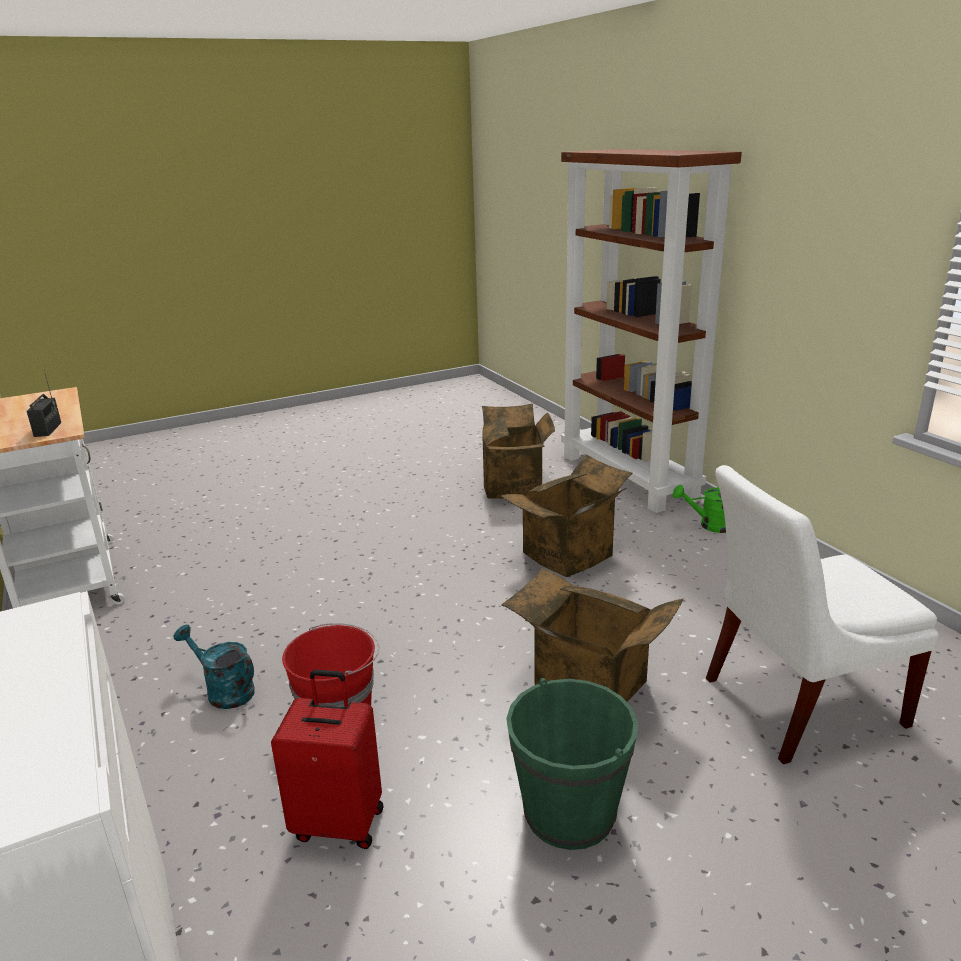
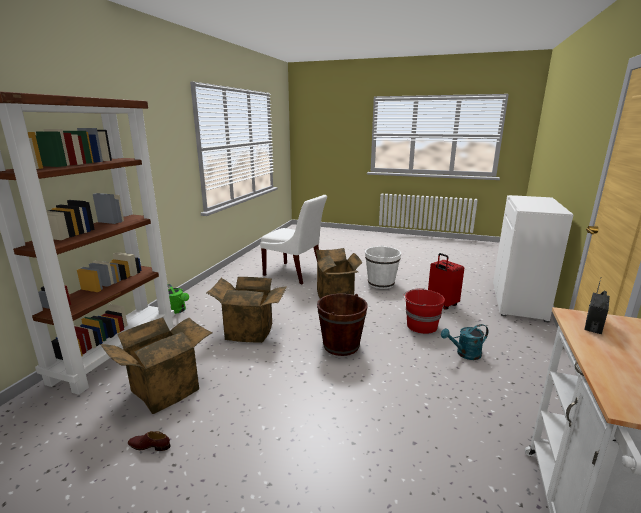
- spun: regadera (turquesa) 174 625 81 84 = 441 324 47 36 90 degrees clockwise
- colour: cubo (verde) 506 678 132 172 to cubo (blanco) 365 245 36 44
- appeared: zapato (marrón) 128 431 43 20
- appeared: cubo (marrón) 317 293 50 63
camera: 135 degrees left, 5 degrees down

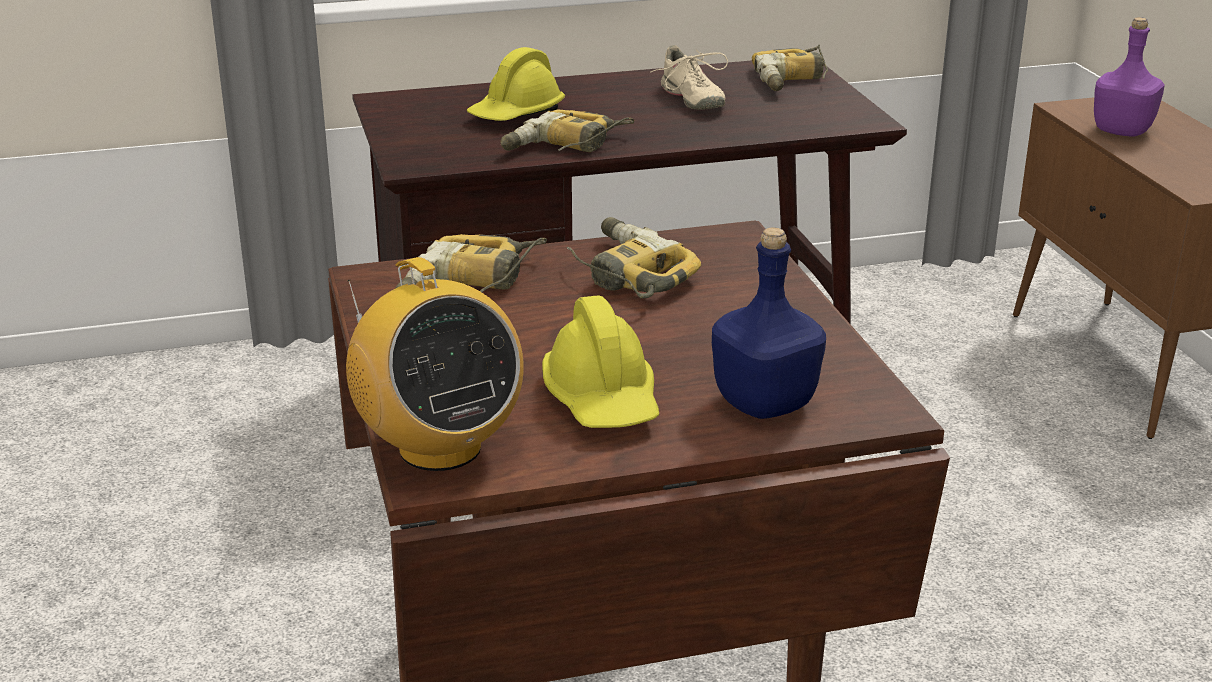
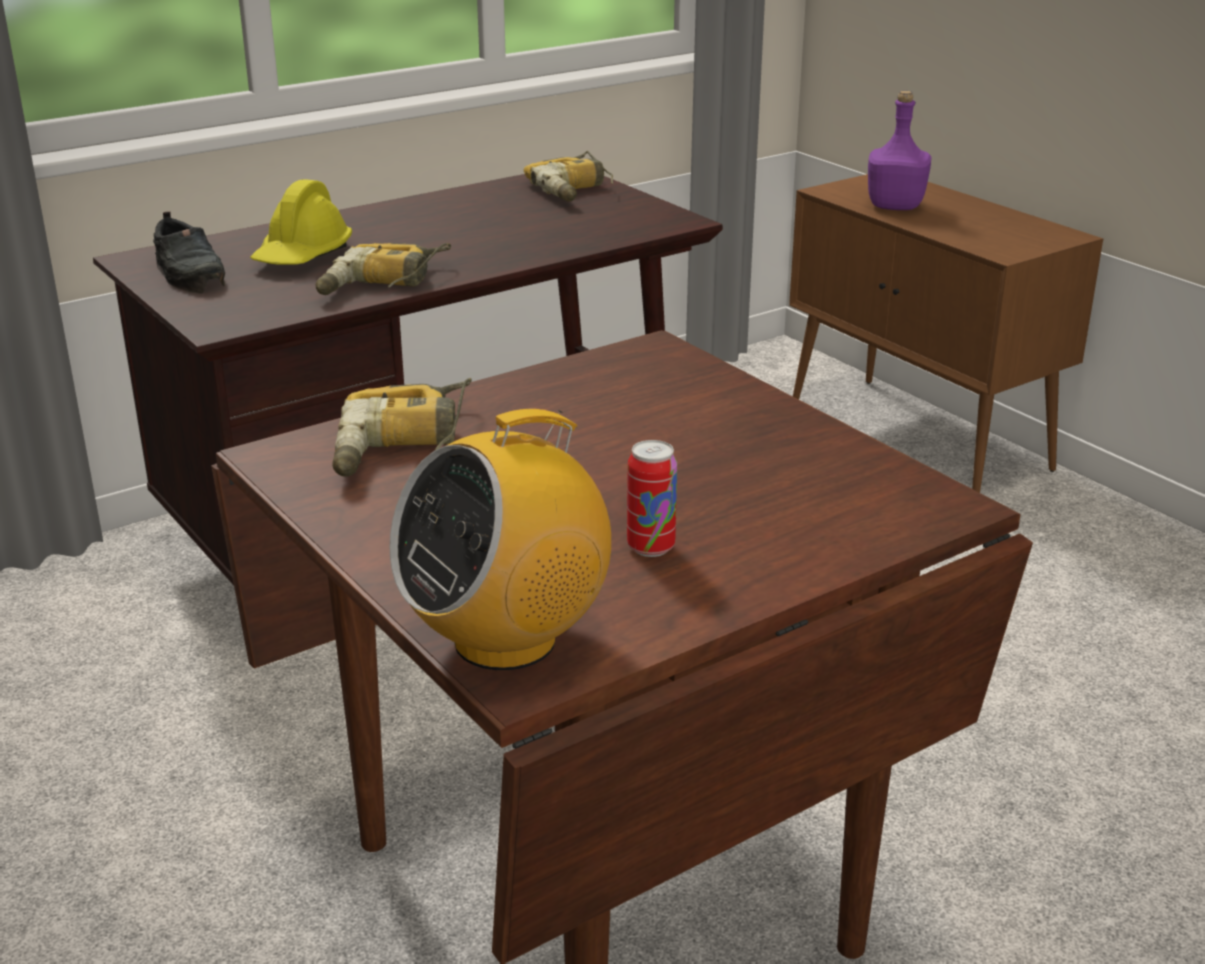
- spun: radio 346 257 178 214 = 390 409 221 261 105 degrees clockwise
- exchanged: casco (amarillo) 542 296 117 132 to lata 627 440 50 117
- missing: taladro 567 217 134 82
- missing: zapato (beis) 650 45 78 65
- missing: botella (azul) 712 227 114 192
- appeared: zapato (negro) 153 211 72 83
camera: 20 degrees left, 0 degrees up

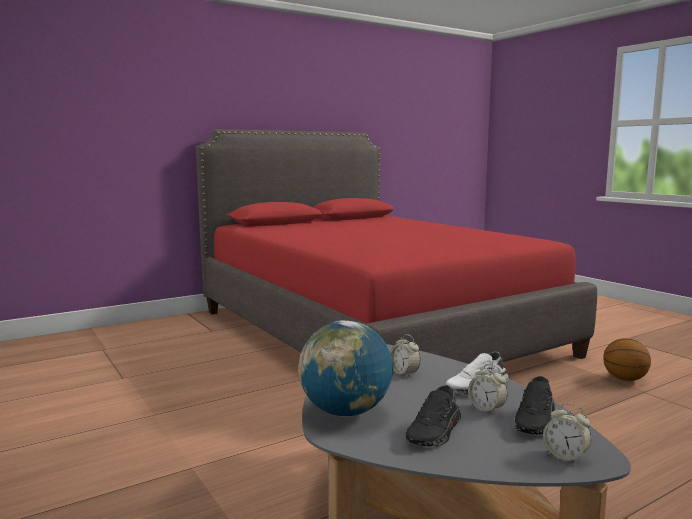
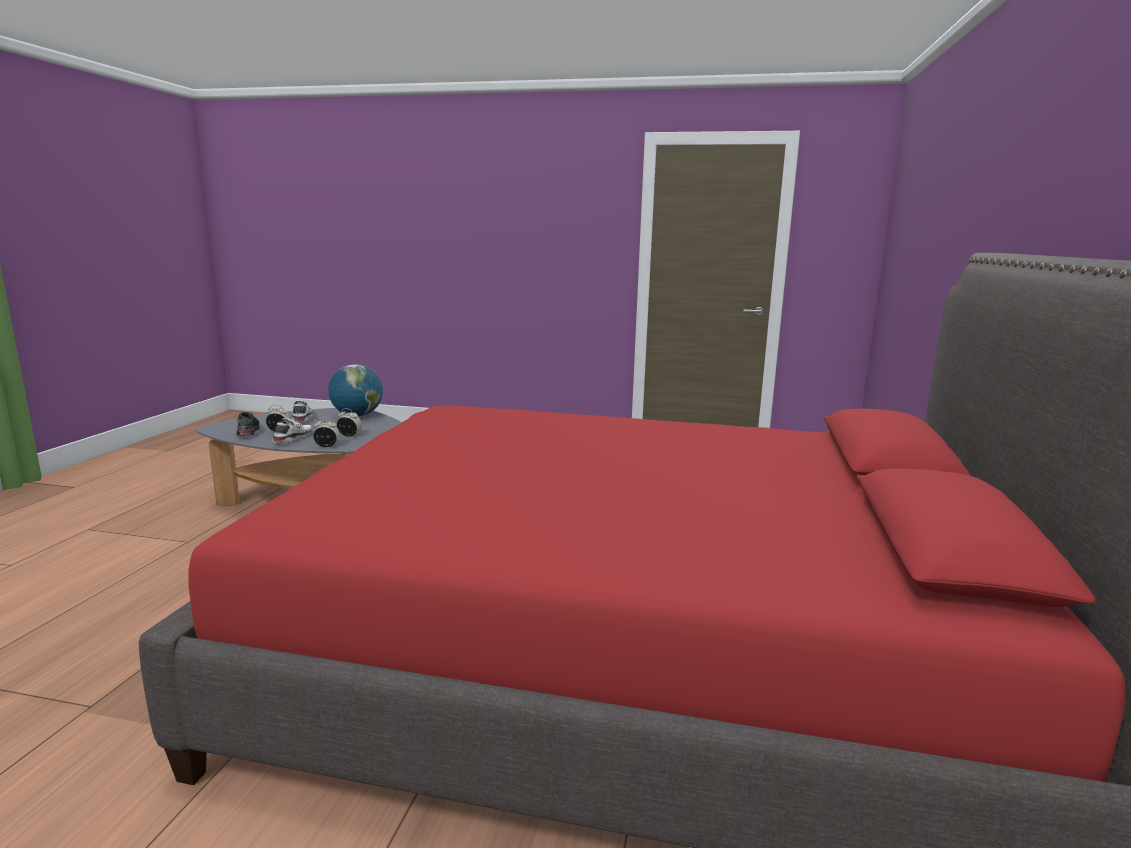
- colour: zapato (negro) 405 385 56 61 to zapato (blanco) 292 400 21 22
- relocated: despertador 543 403 48 61 to 313 418 26 29
- missing: balón de baloncesto 603 338 48 43
camera: 135 degrees right, 5 degrees up

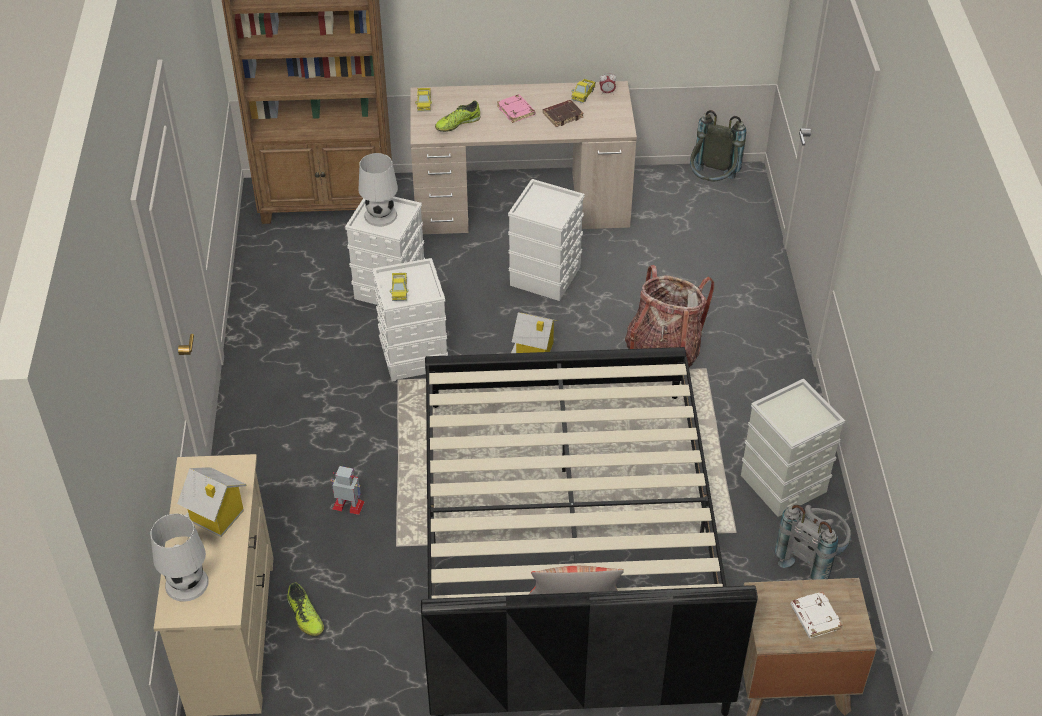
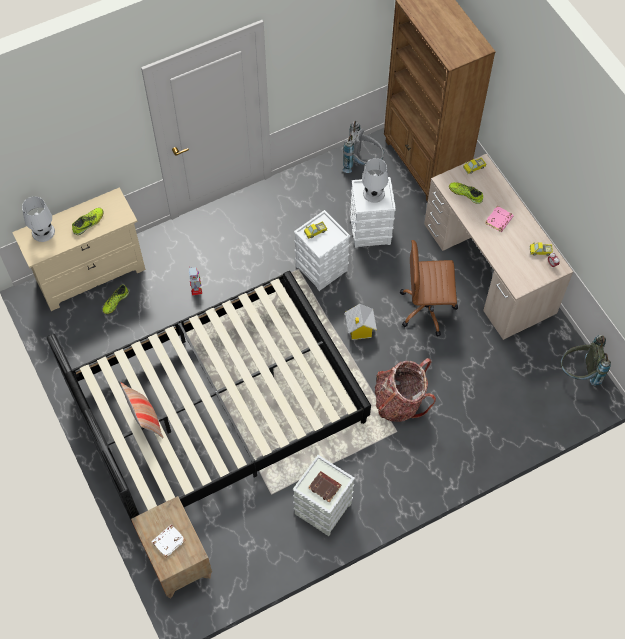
- exchanged: casita 177 467 70 70 to zapato 72 208 32 27
- exchanged: caja de almacenaje (blanco) 508 179 77 122 to silla de oficina (marrón) 400 240 58 97
- relocated: libro (marrón) 543 100 41 27 to 309 471 32 31
- relocated: mochila (gris) 775 505 76 75 to 343 121 41 52
camera: 65 degrees right, 15 degrees up

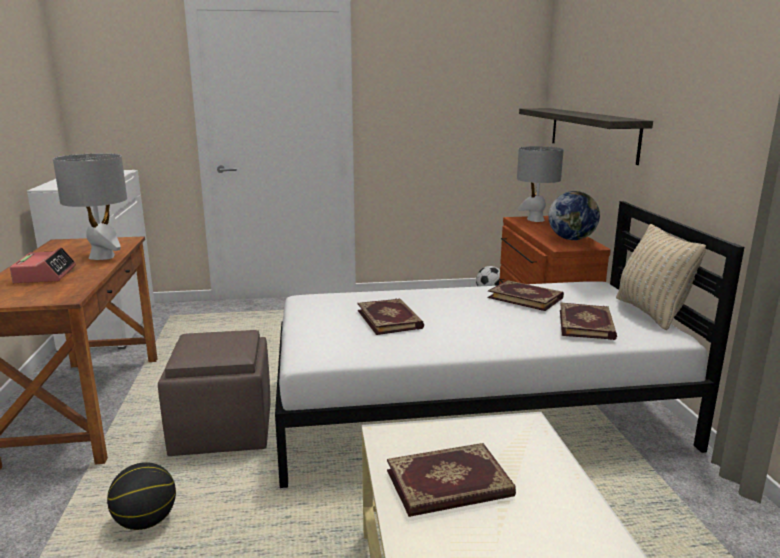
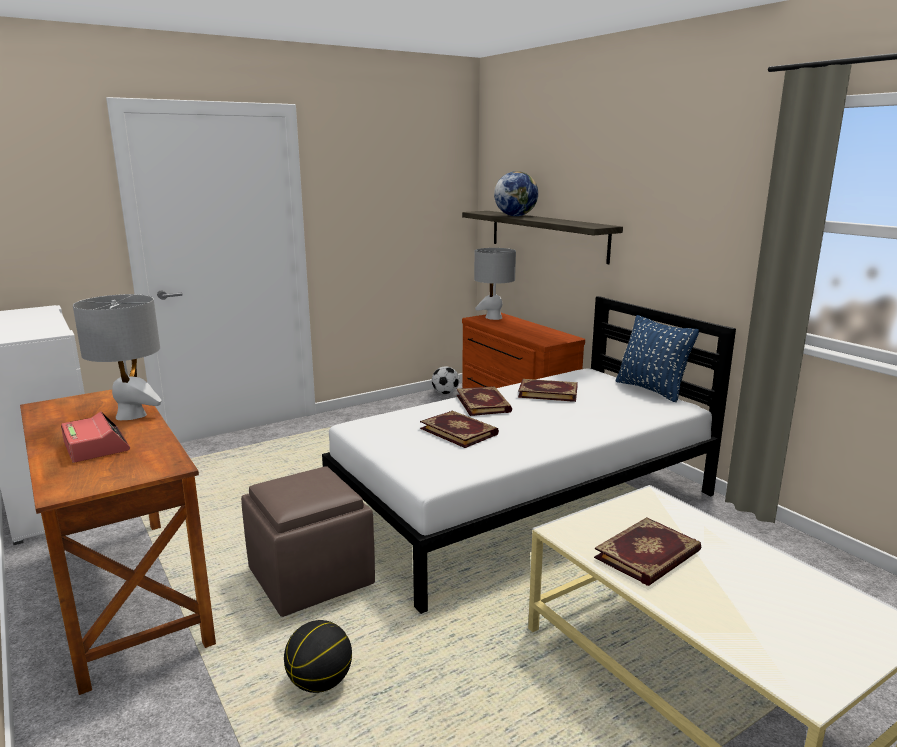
- relocated: globo terráqueo 549 191 51 49 to 494 171 44 45
- relocated: libro 560 303 57 37 to 457 386 55 30
- colour: cojín (beis) 616 224 90 106 to cojín (azul) 616 315 83 87
camera: 25 degrees left, 0 degrees up

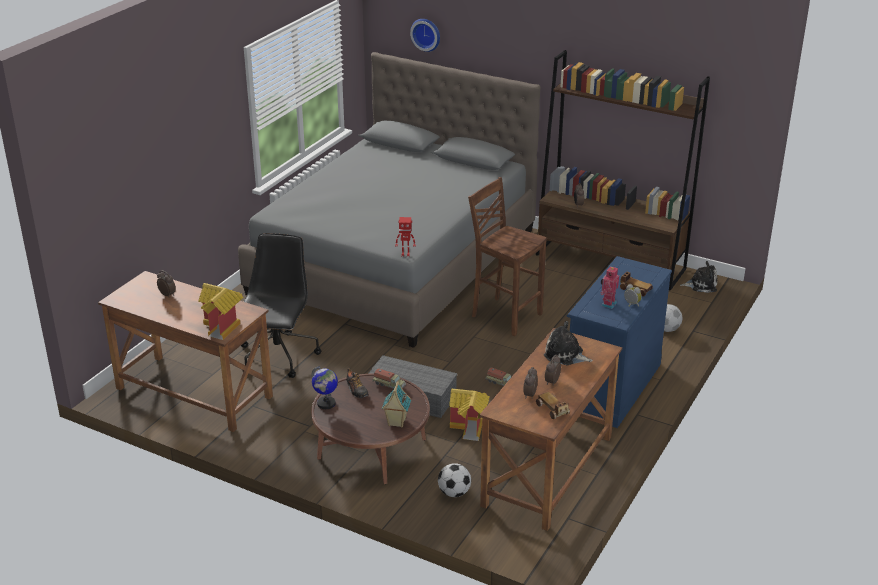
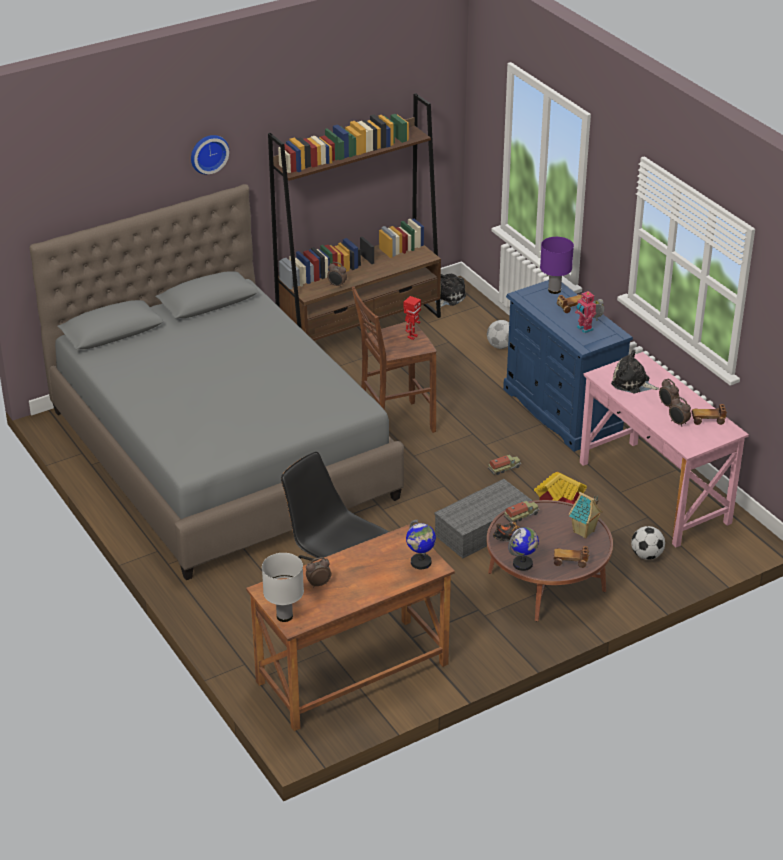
- exchanged: casita 198 283 45 57 to globo terráqueo 406 520 30 49
- relocated: robot de juguete 395 217 21 40 to 403 296 18 44
- relocated: reloj de pared 410 19 30 33 to 191 135 38 40
- colour: escritorio (marrón) 479 328 143 203 to escritorio (rosa) 580 352 169 195
- spun: peluche 544 321 49 44 = 611 350 48 43 60 degrees clockwise
- appeared: lámpara de mesa (blanco) 262 553 42 69
- appeared: lámpara de mesa (morado) 540 237 34 57
- appeared: coche de juguete 554 546 35 22
camera: 60 degrees left, 5 degrees up

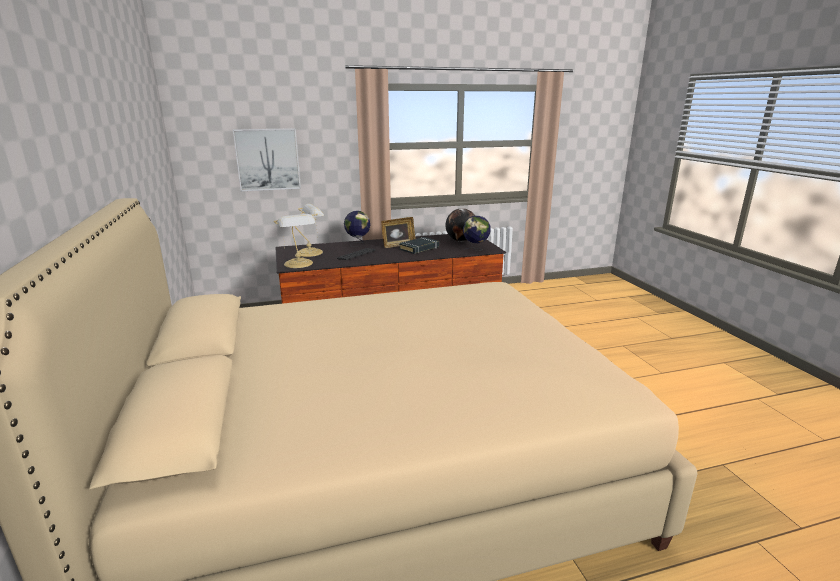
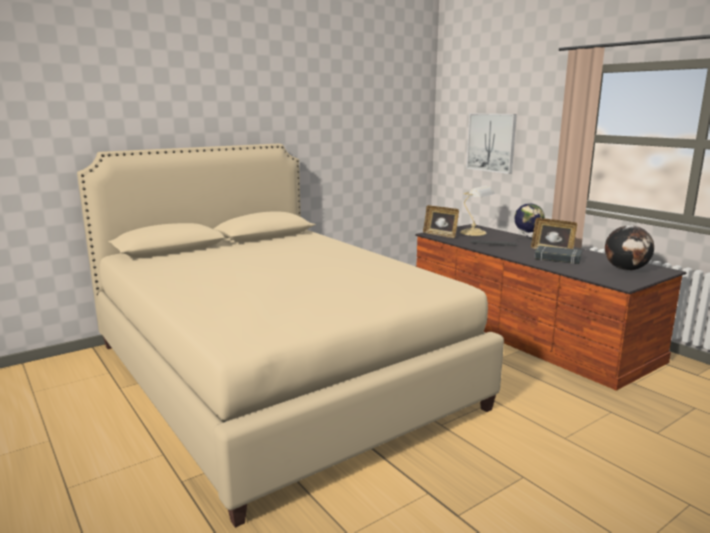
- exchanged: lámpara de mesa 274 214 42 54 to portarretratos 423 205 36 33
- missing: globo terráqueo 463 216 28 35
camera: 70 degrees right, 5 degrees down

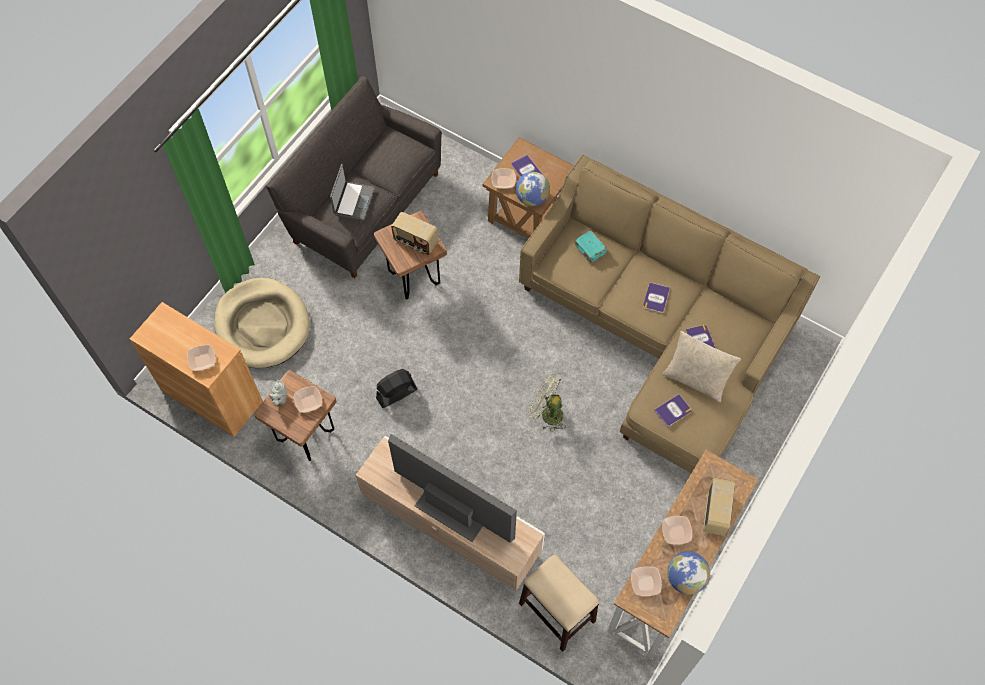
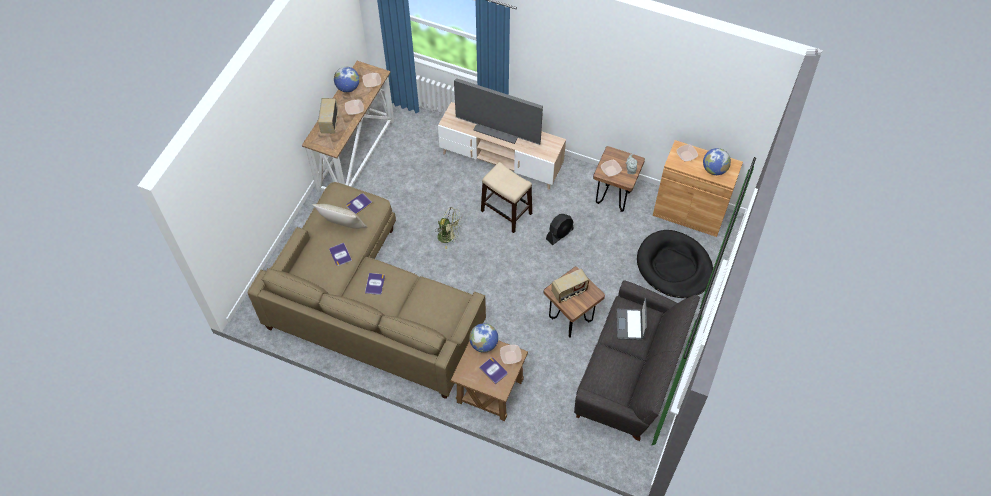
- colour: cama para perro (beis) 214 278 96 90 to cama para perro (negro) 637 230 76 68
- spun: radio 391 212 47 43 = 552 269 37 34 135 degrees clockwise
- relocated: taburete 519 555 80 97 to 481 162 51 71
- missing: libro (turquesa) 574 231 33 32
- appeared: globo terráqueo 703 148 28 27
camera: 170 degrees right, 5 degrees down

